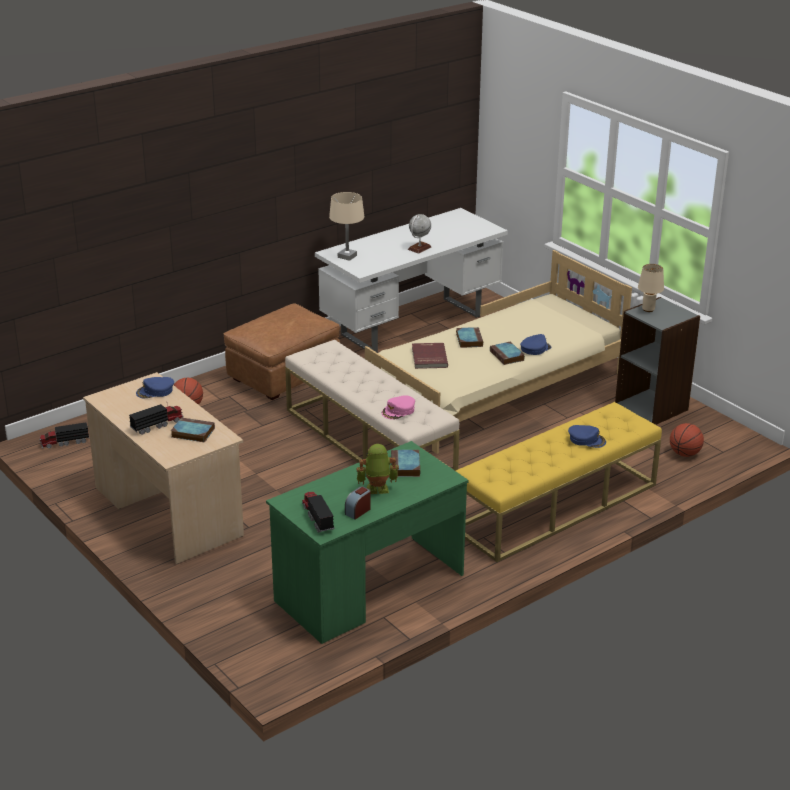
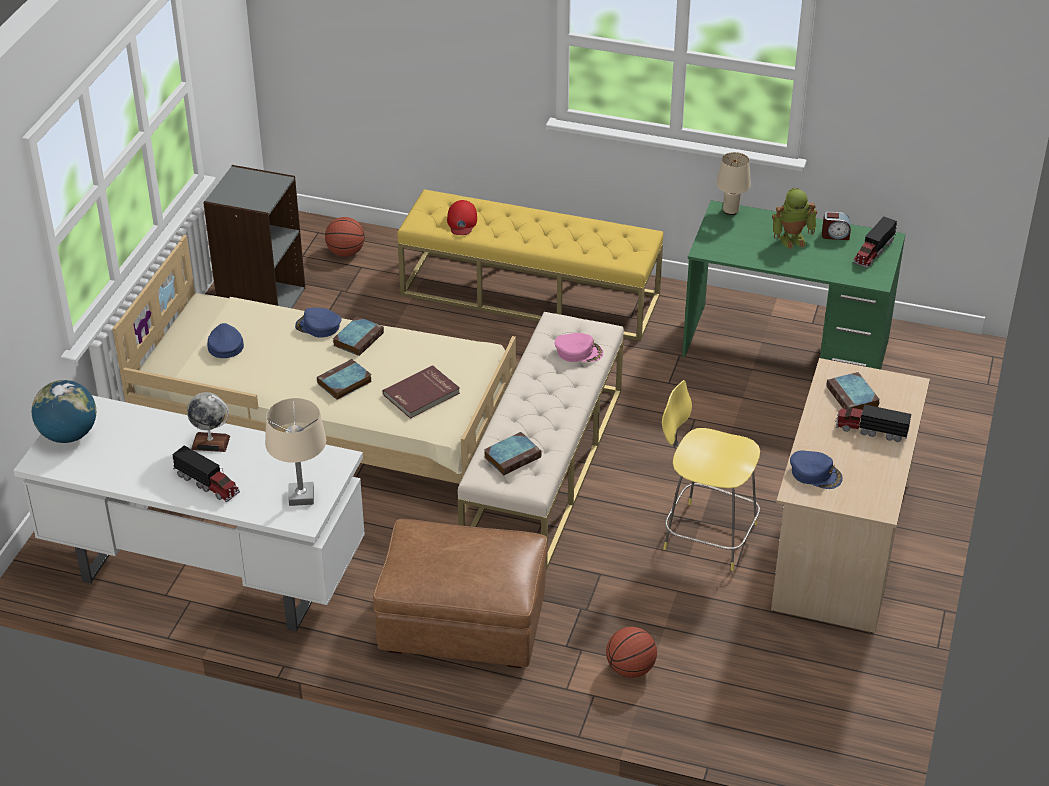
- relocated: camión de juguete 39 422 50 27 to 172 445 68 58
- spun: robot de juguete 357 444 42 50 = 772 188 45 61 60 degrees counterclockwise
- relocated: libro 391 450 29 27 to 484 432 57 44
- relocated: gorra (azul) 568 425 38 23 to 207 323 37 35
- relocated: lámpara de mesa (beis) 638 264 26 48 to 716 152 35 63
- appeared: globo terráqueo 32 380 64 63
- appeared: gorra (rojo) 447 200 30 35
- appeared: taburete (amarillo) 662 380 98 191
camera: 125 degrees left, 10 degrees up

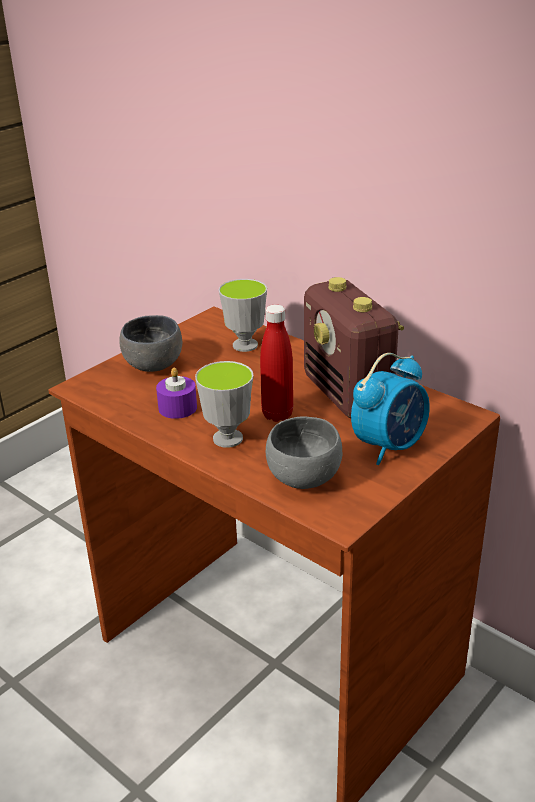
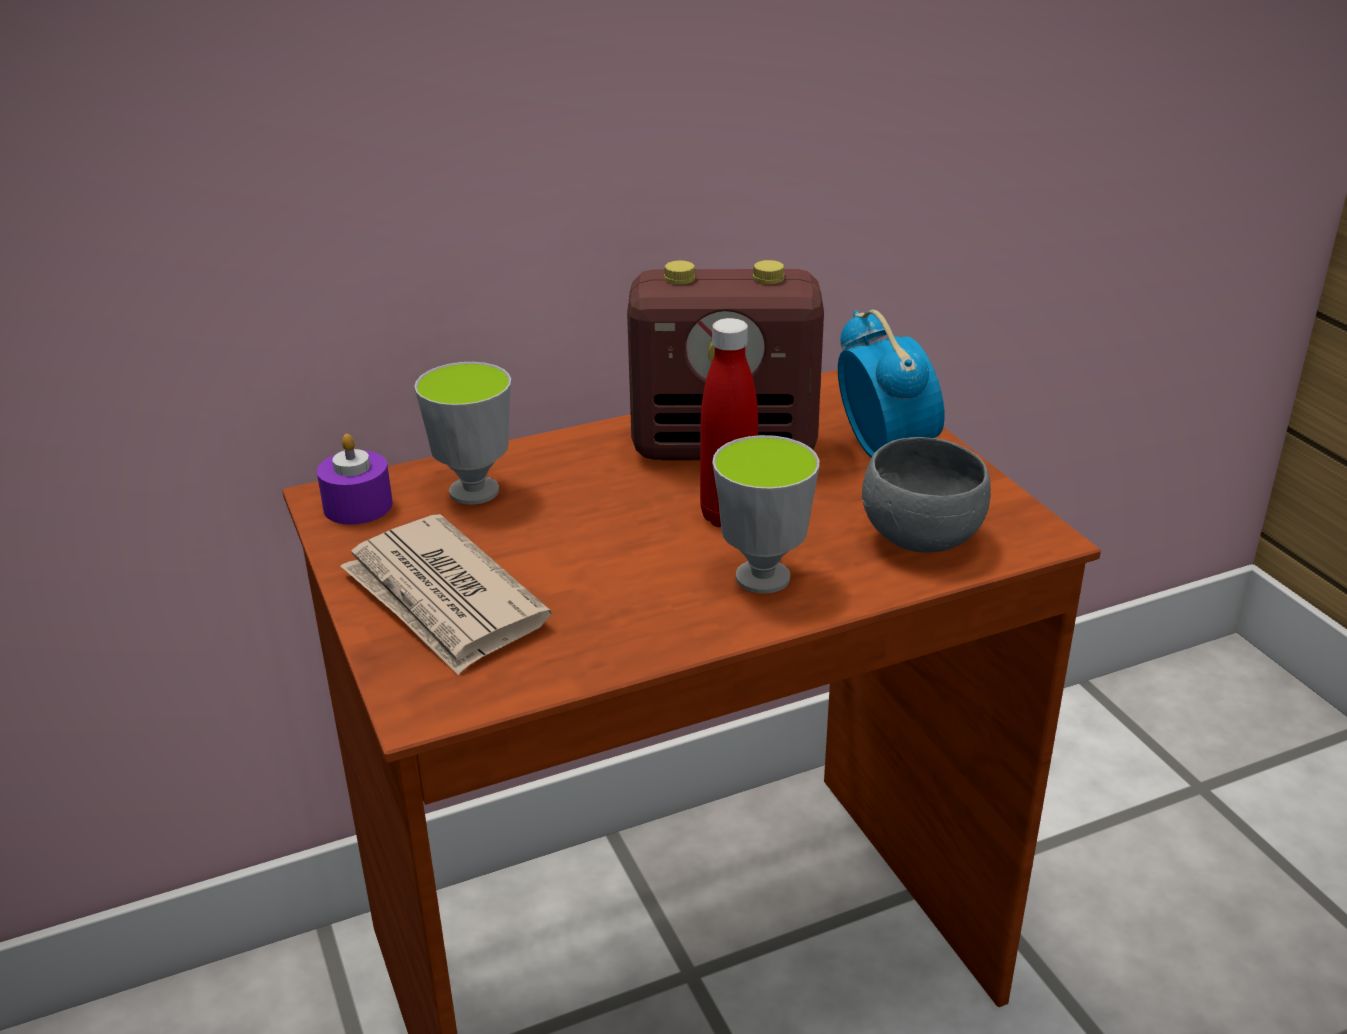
- exchanged: cuenco (gris) 119 315 63 57 to periódico 341 514 211 161
- relocated: vela (morado) 156 367 41 52 to 317 434 76 91
camera: 65 degrees left, 0 degrees up

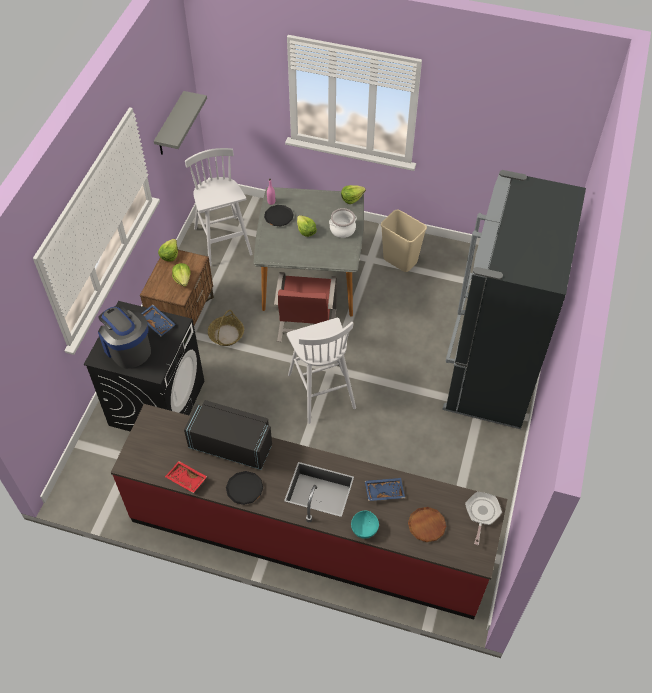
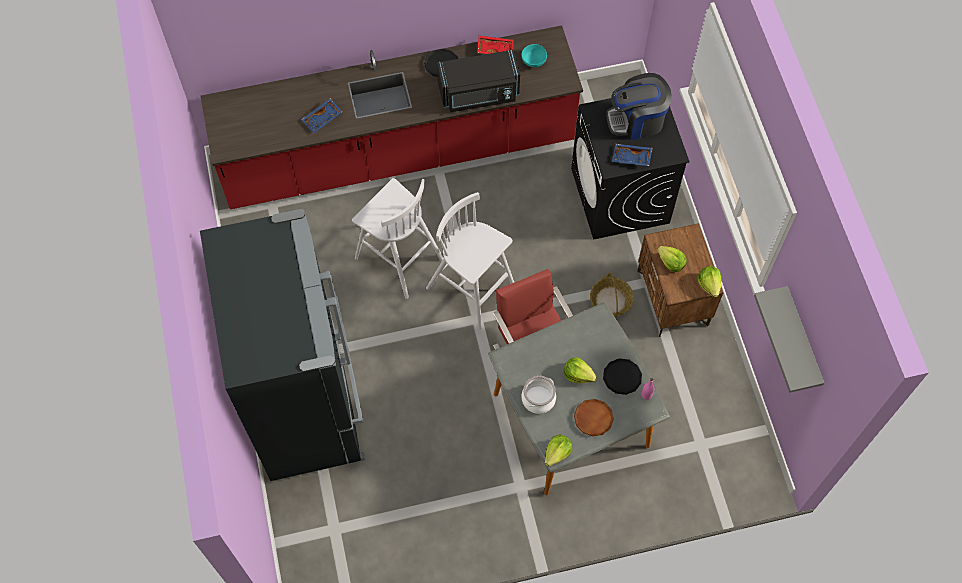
- spun: cafetera 98 306 53 63 = 606 73 66 67 150 degrees clockwise
- relocated: taburete (blanco) 185 148 68 119 to 352 178 92 121
- relocated: cuenco (turquesa) 351 511 28 28 to 522 44 25 23
- missing: papelera (beis) 381 209 46 63
- relocated: plato (marrón) 408 507 38 35 to 574 399 40 37
- missing: sartén 465 492 37 53
camera: 150 degrees right, 10 degrees up

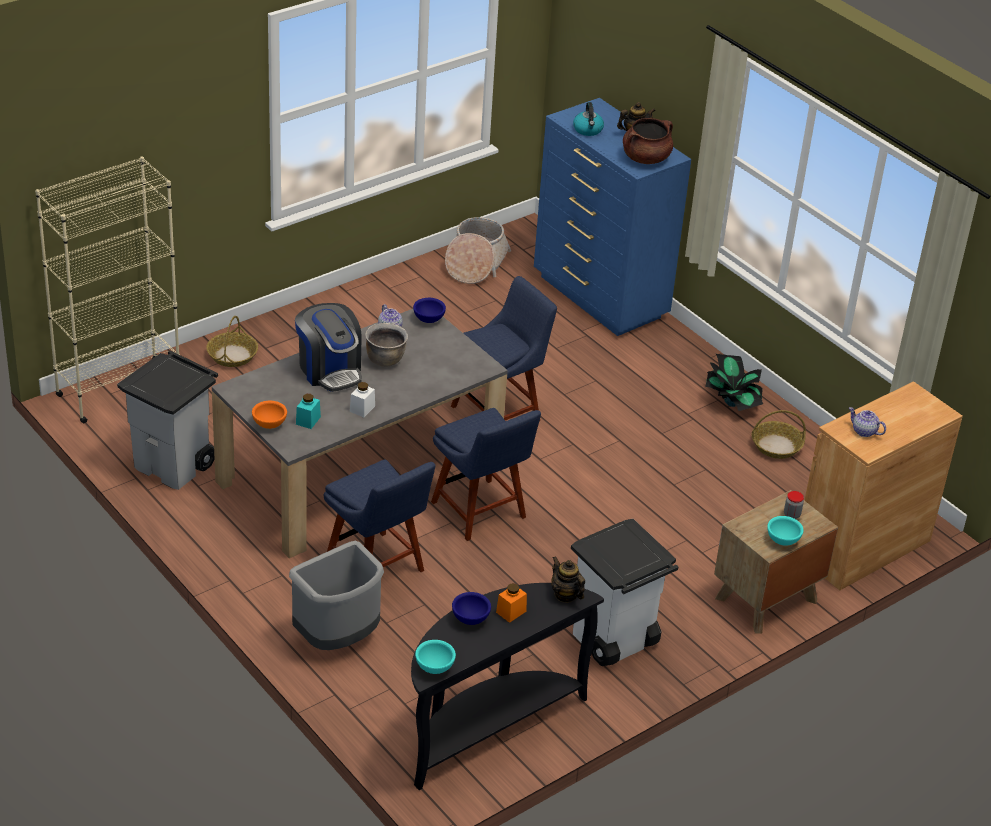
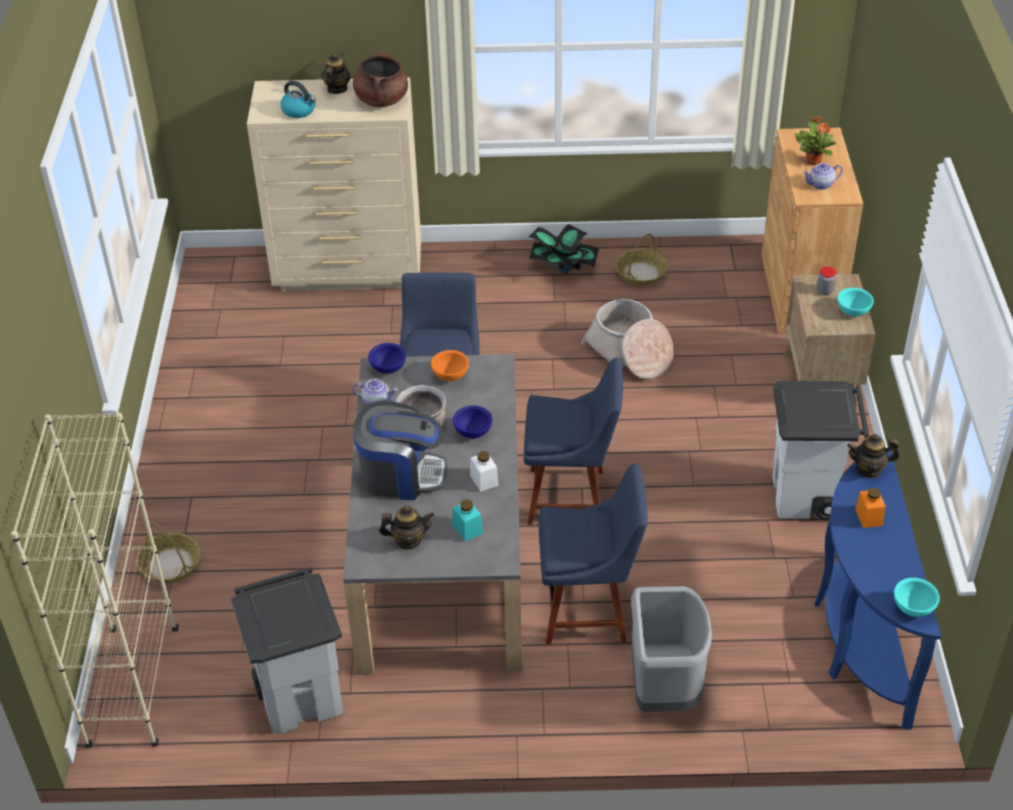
- relocated: cuenco (naranja) 252 401 35 28 to 431 350 38 31
- colour: mesa consola (negro) 411 583 193 207 to mesa consola (azul) 814 450 127 280
- relocated: cesta 445 217 66 67 to 581 299 93 80
- relocated: cuenco (azul) 452 592 39 33 to 453 405 39 33
- colour: cómoda (azul) 534 98 157 238 to cómoda (beis) 247 77 174 214
- appeared: tetera 379 505 55 45
- appeared: planta en maceta 794 116 42 50
camera: 50 degrees left, 5 degrees up

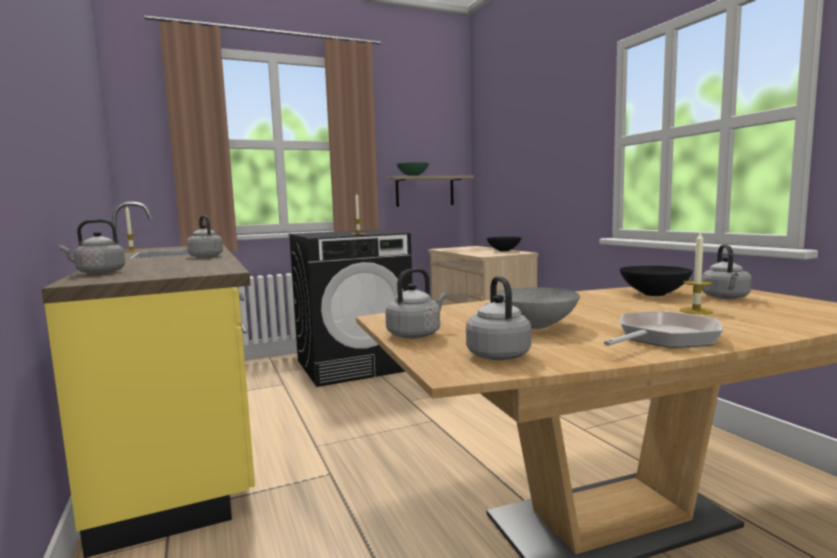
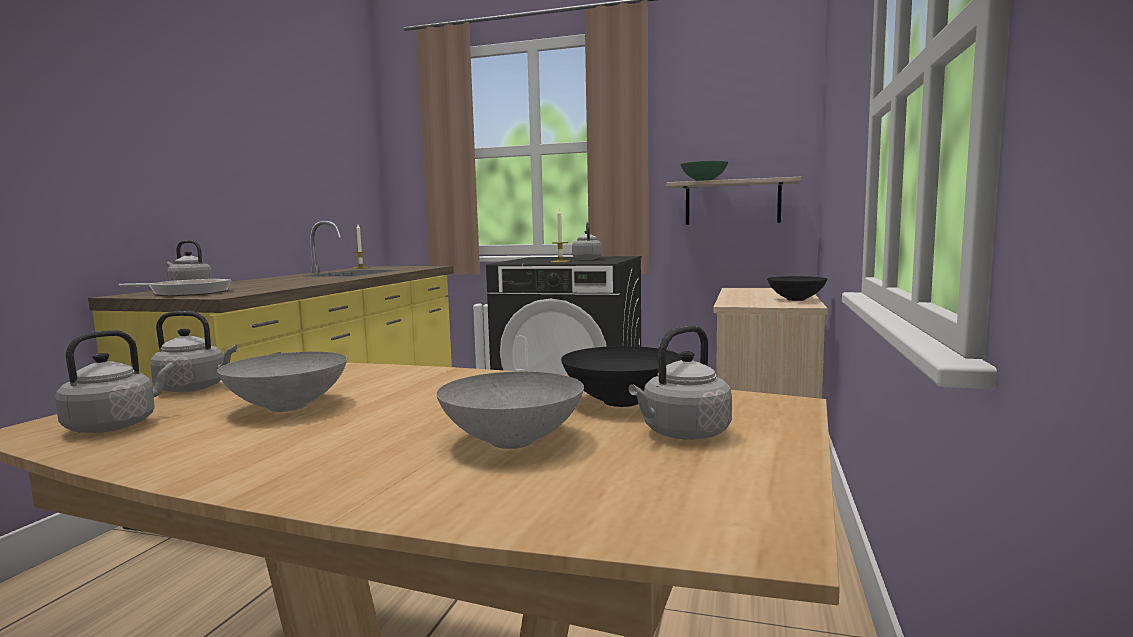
- relocated: hervidor (gris) 187 215 36 43 to 572 222 30 38
- relocated: sartén 604 311 119 37 to 119 279 112 17
- exchanged: vela 680 232 34 82 to cuenco (gris) 436 371 148 78
camera: 40 degrees right, 0 degrees up

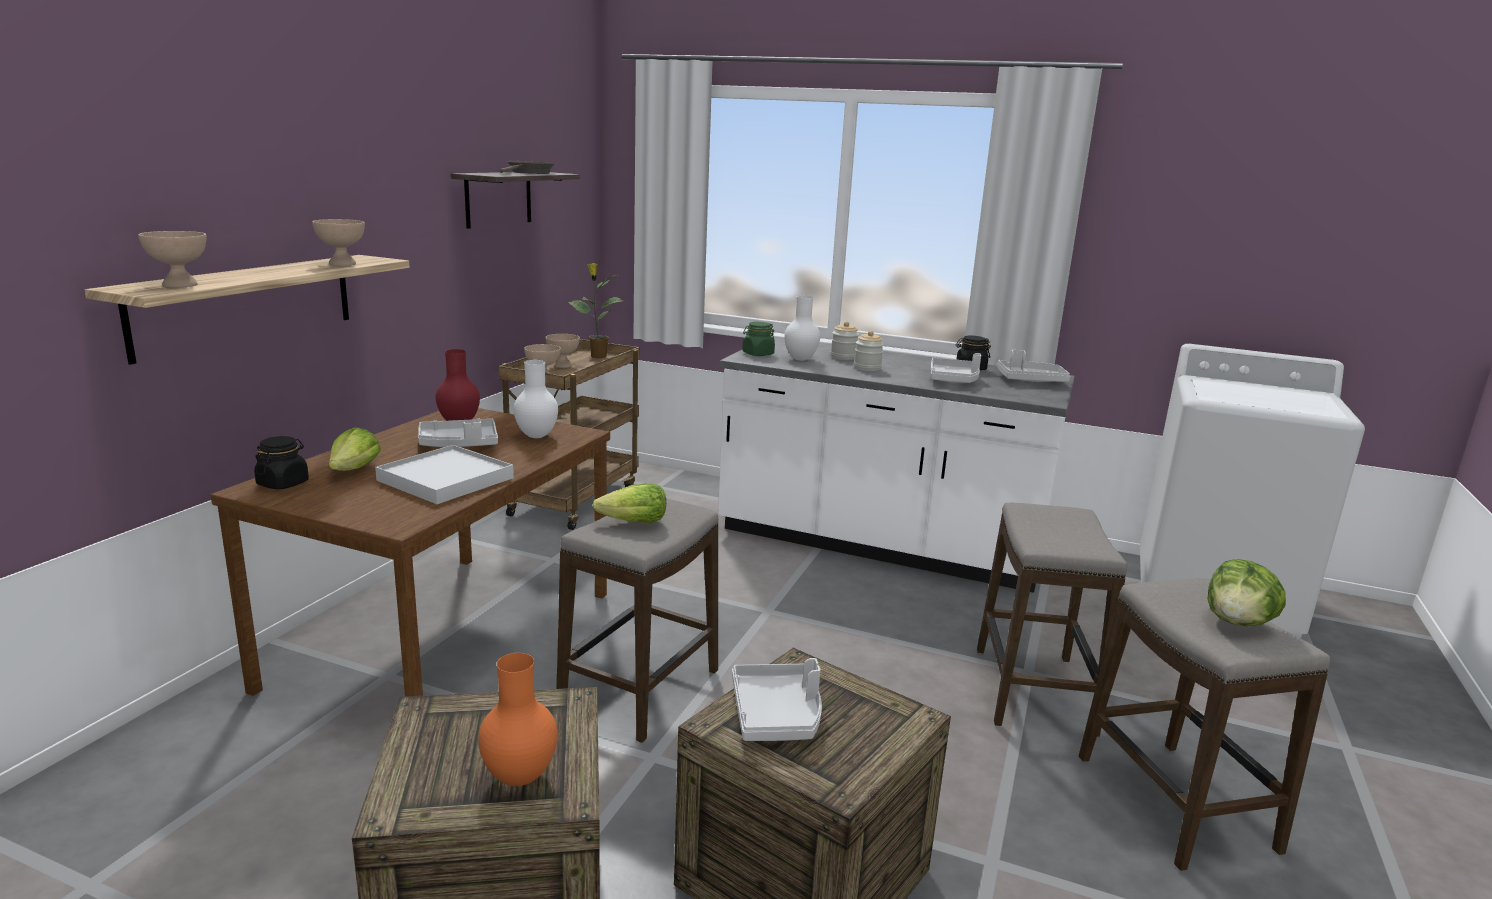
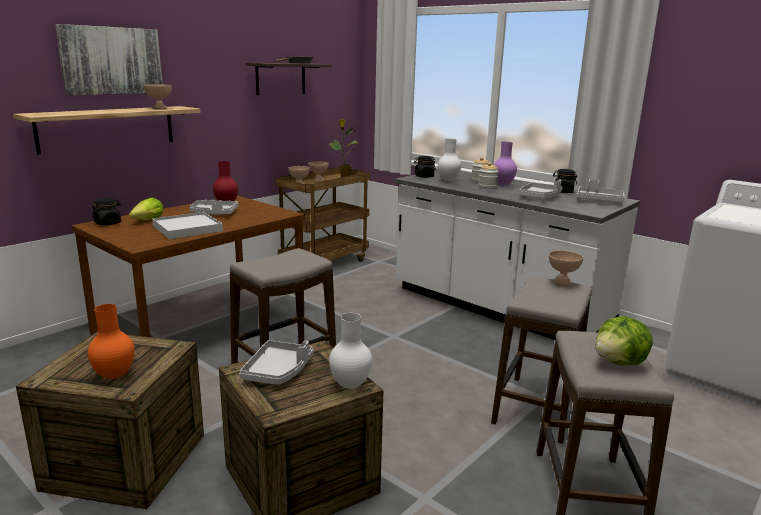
- relocated: cuenco (beis) 138 231 68 56 to 549 250 34 36
- relocated: florero (blanco) 514 360 44 78 to 329 313 43 76
- missing: lechuga 593 483 73 40
- colour: tarro (verde) 742 322 33 34 to tarro (negro) 415 156 21 22
- appeared: cuadro 55 24 108 72
- appeared: florero (morado) 494 142 23 43
camera: 20 degrees right, 0 degrees up

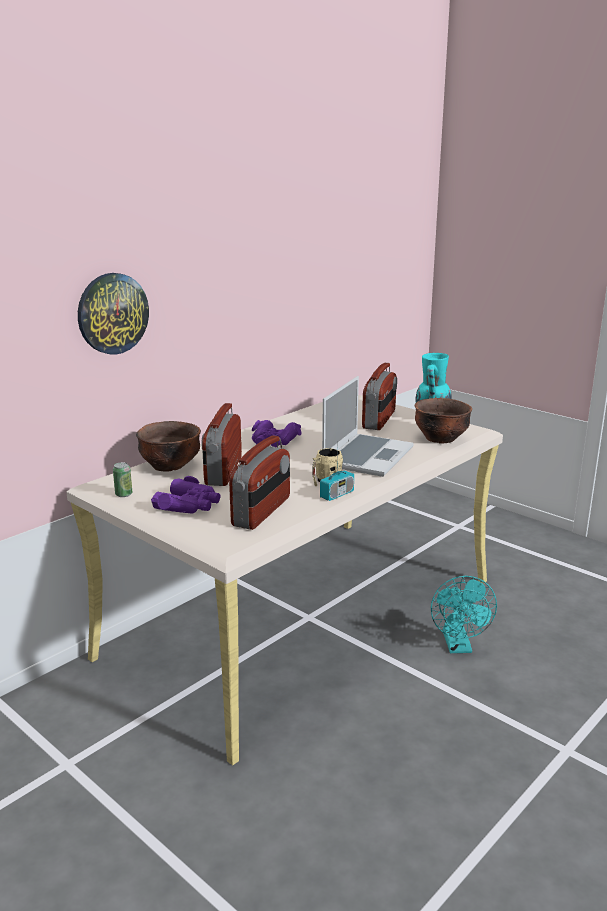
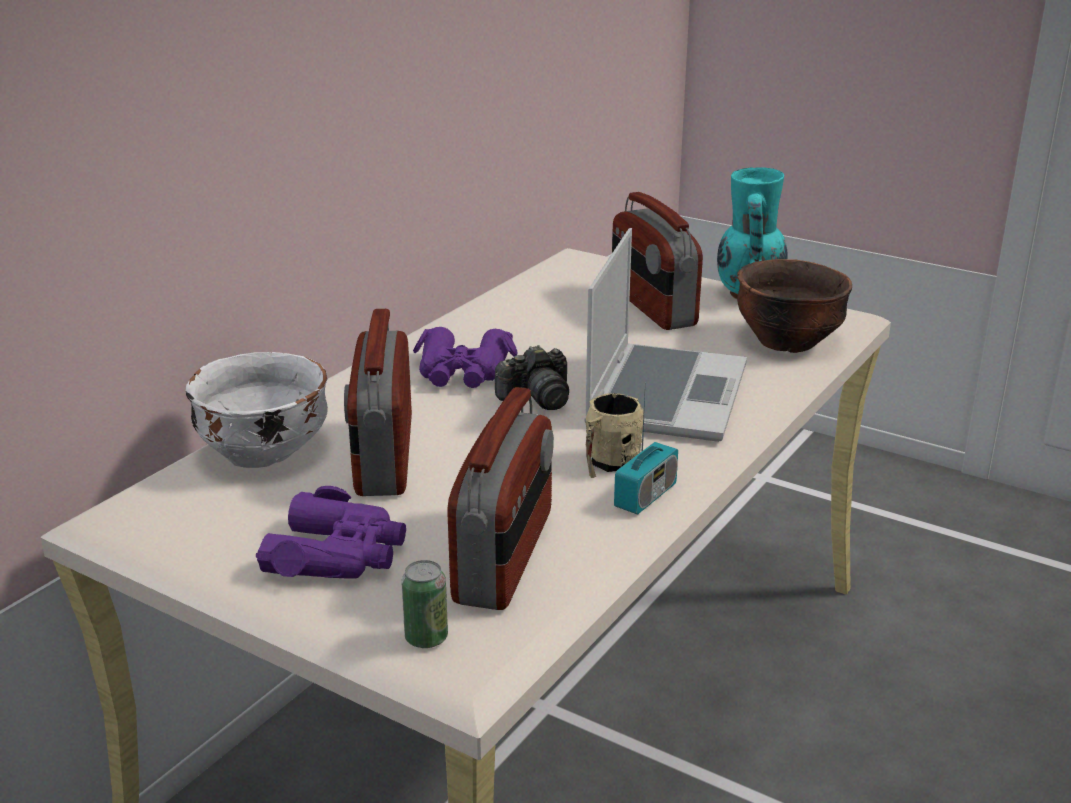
- missing: reloj de pared 78 273 71 82
- relocated: lata 113 462 19 35 to 401 560 47 88
- colour: cuenco (marrón) 136 421 65 50 to cuenco (blanco) 186 352 142 116
- spun: radio 362 363 35 67 = 612 192 91 138 150 degrees clockwise
- missing: ventilador (turquesa) 431 576 66 77
- appeared: cámara 495 345 74 65
camera: 10 degrees left, 5 degrees up

